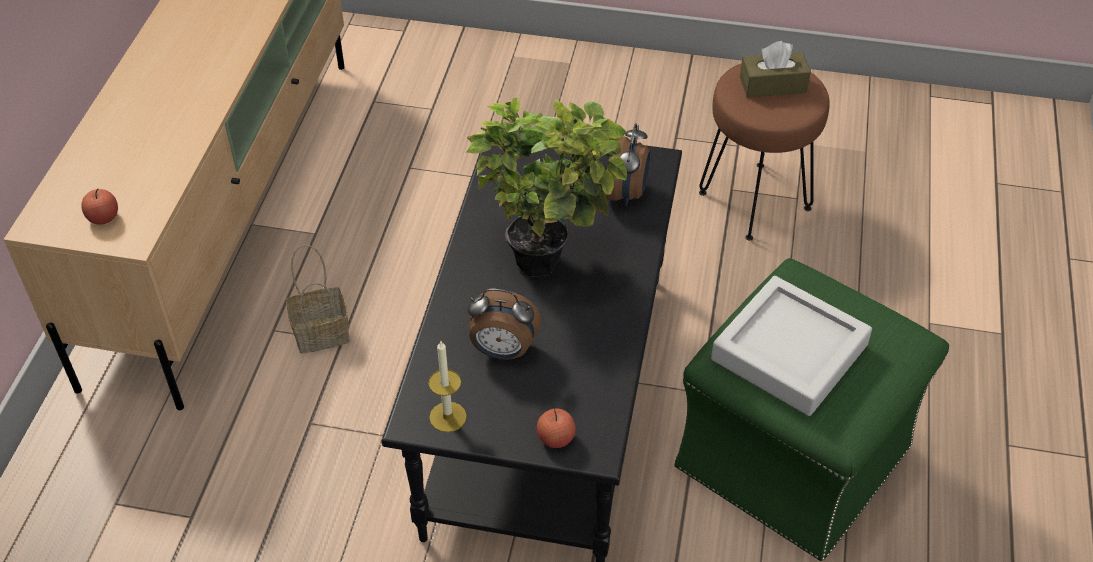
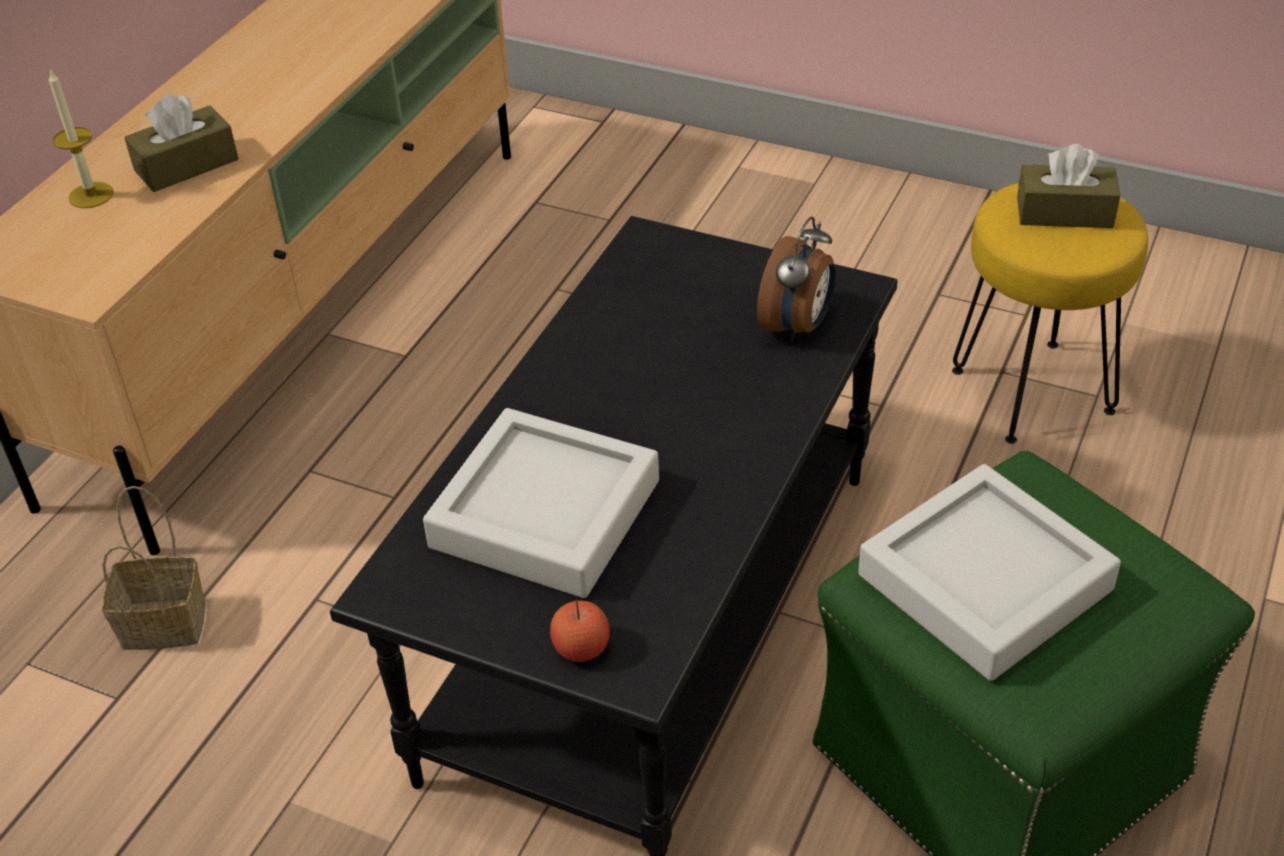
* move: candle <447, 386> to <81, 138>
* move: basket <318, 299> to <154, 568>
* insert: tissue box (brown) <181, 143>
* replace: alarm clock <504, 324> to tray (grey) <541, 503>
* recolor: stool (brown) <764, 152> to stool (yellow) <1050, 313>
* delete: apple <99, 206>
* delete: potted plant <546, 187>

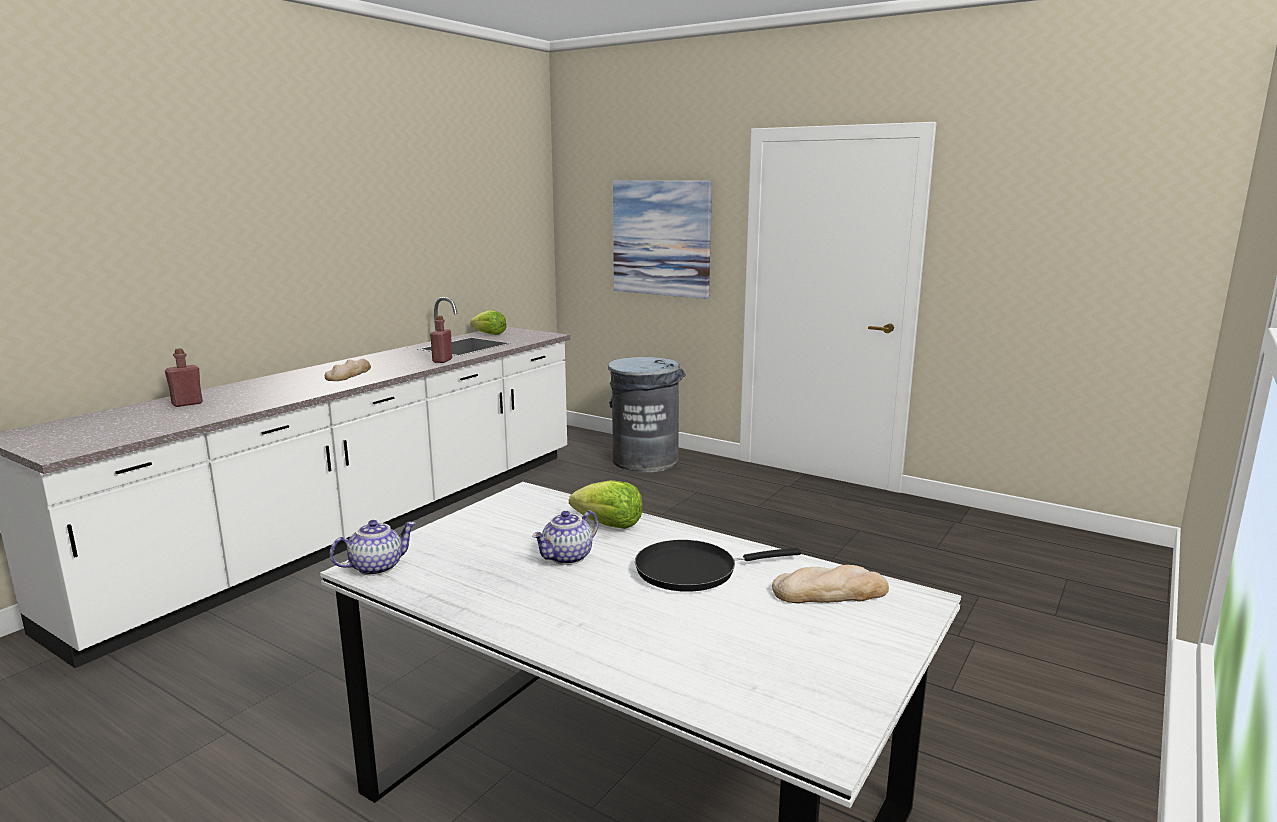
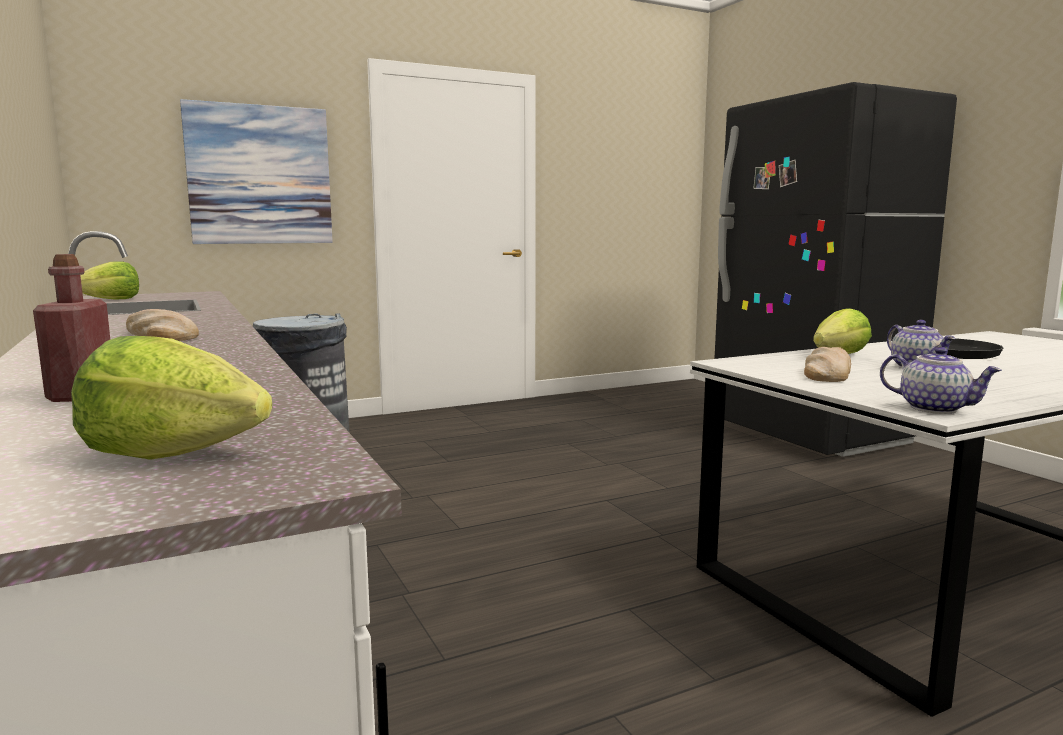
* insert: lettuce <171, 398>
* insert: fridge (black) <835, 269>
* move: bread <830, 584> to <827, 364>
* rotate: teapot <373, 548> = <941, 380> 135 degrees clockwise
* delete: bottle (red) <441, 339>

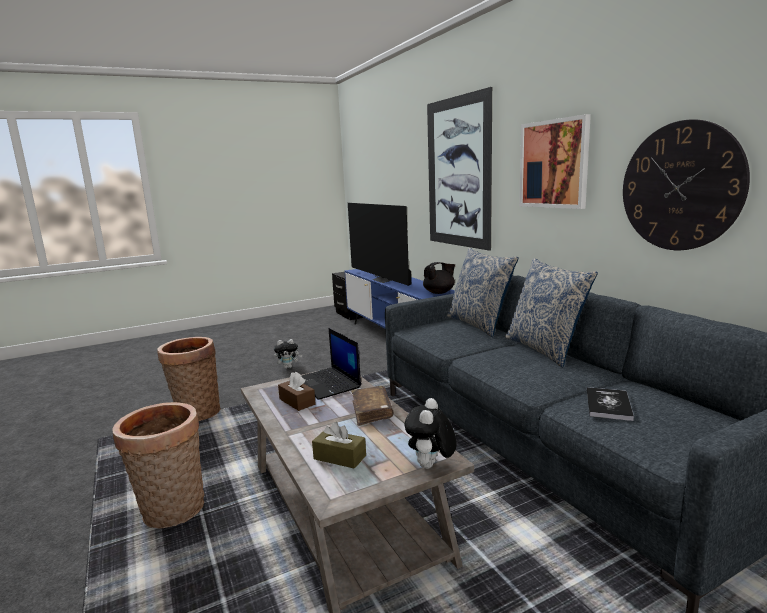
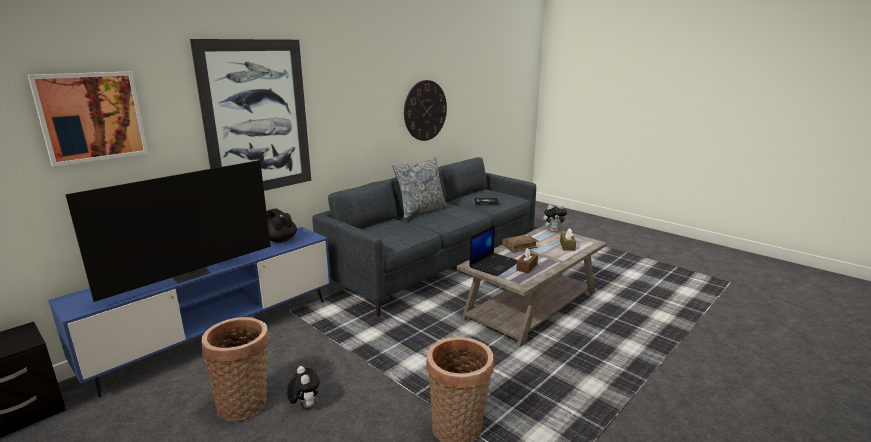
* move: picture <555, 161> to <88, 119>
* move: basket <159, 465> to <235, 369>
* delete: pillow <482, 292>

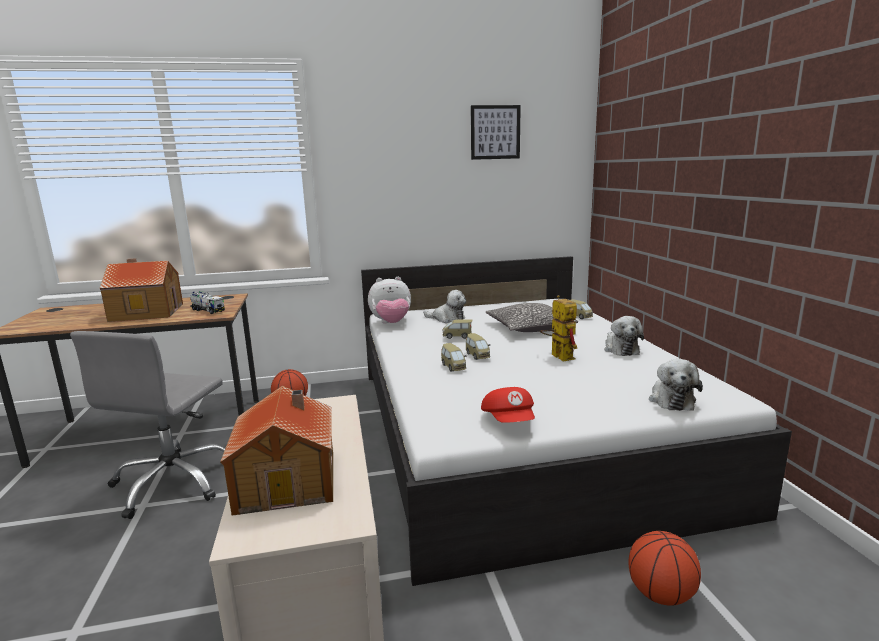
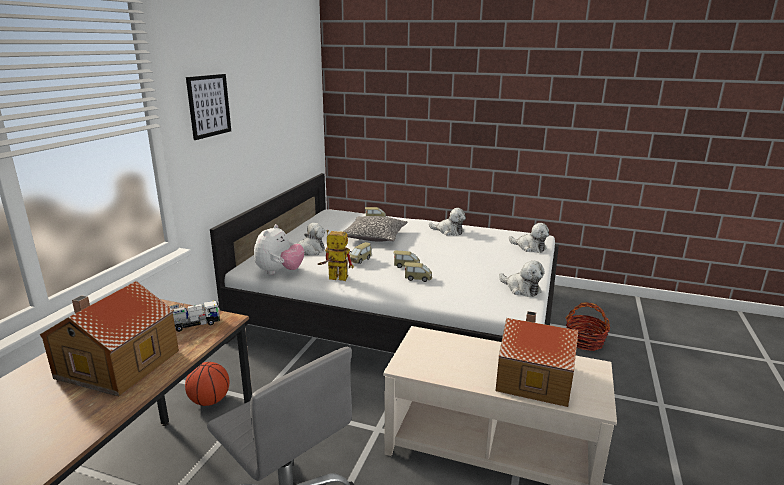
* move: picture <496, 132> to <208, 107>
* move: toy robot <558, 328> to <335, 255>
* replace: cap (red) <508, 405> to plush toy <522, 279>
* replace: basketball <665, 568> to basket <588, 326>

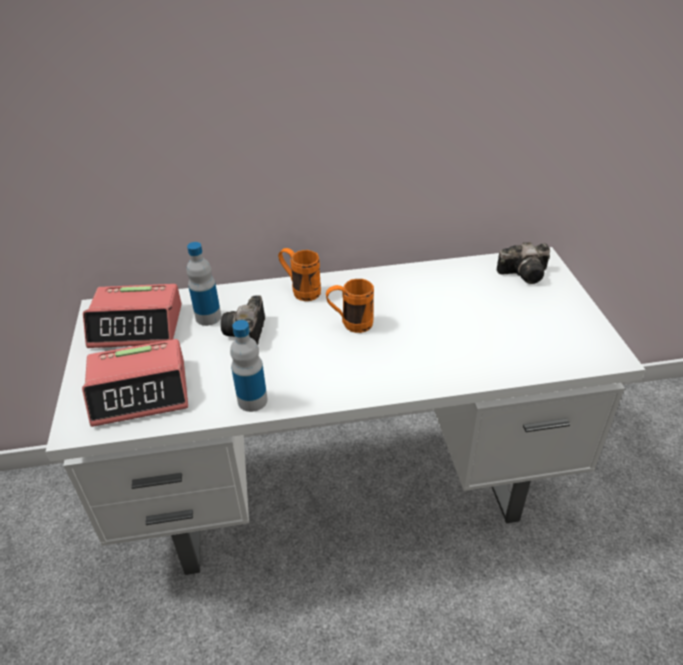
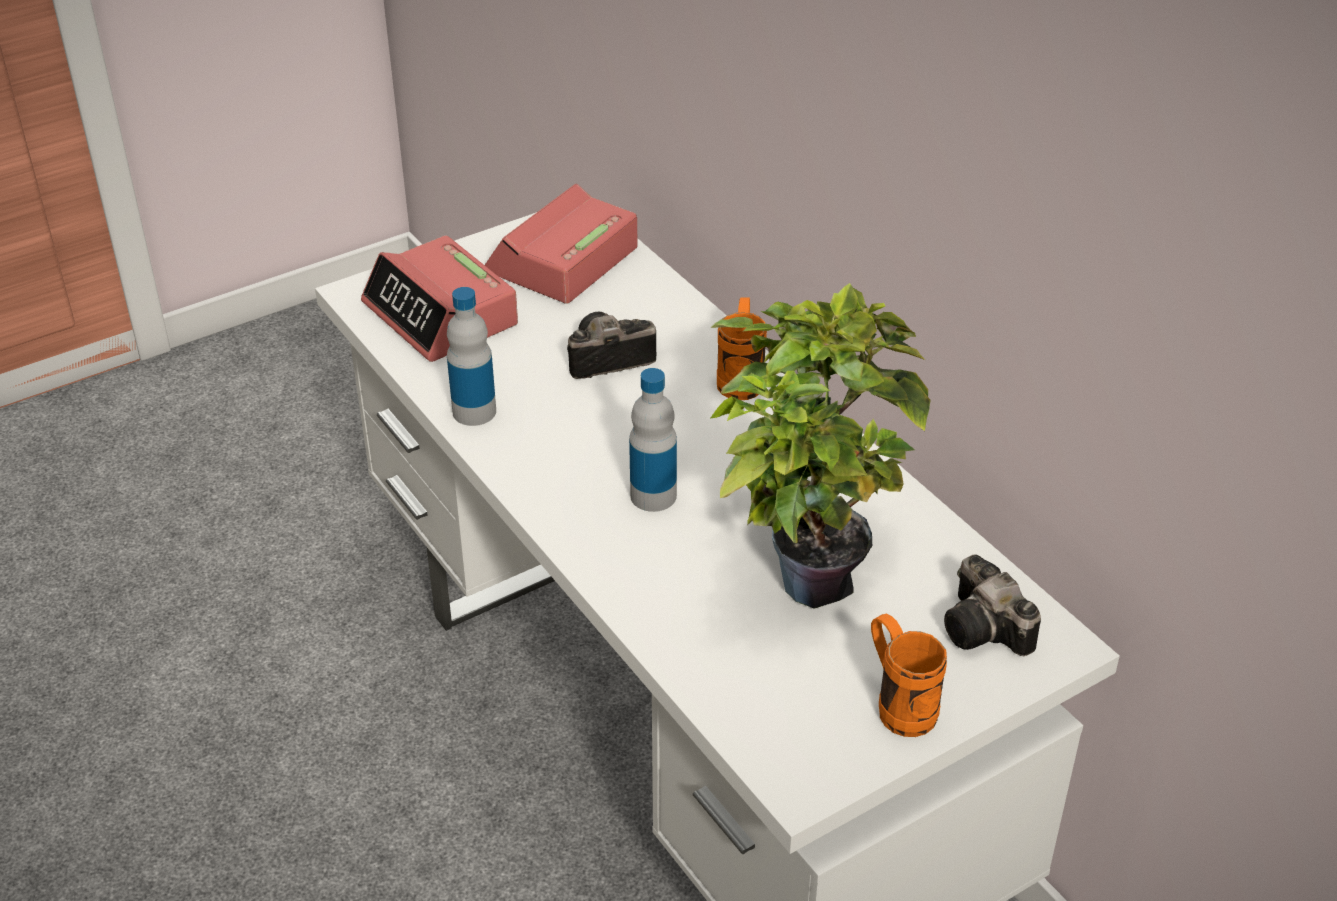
* rotate: alarm clock <132, 316> = <561, 243> 60 degrees clockwise
* move: bottle <204, 284> to <653, 440>
* insert: potted plant <820, 446>
* move: mug (orange) <350, 306> to <909, 675>

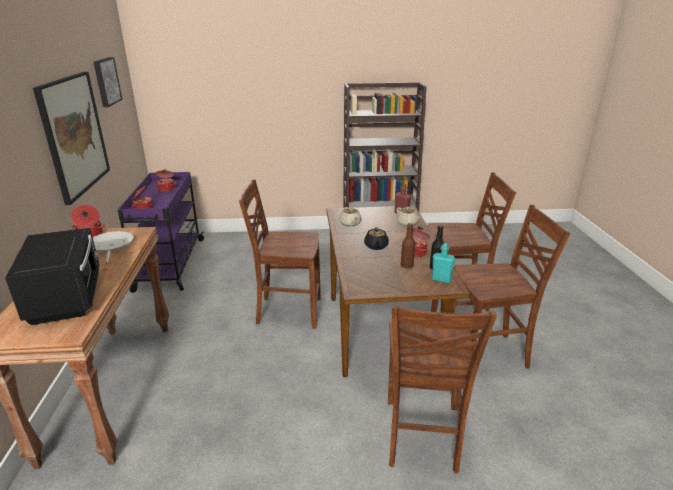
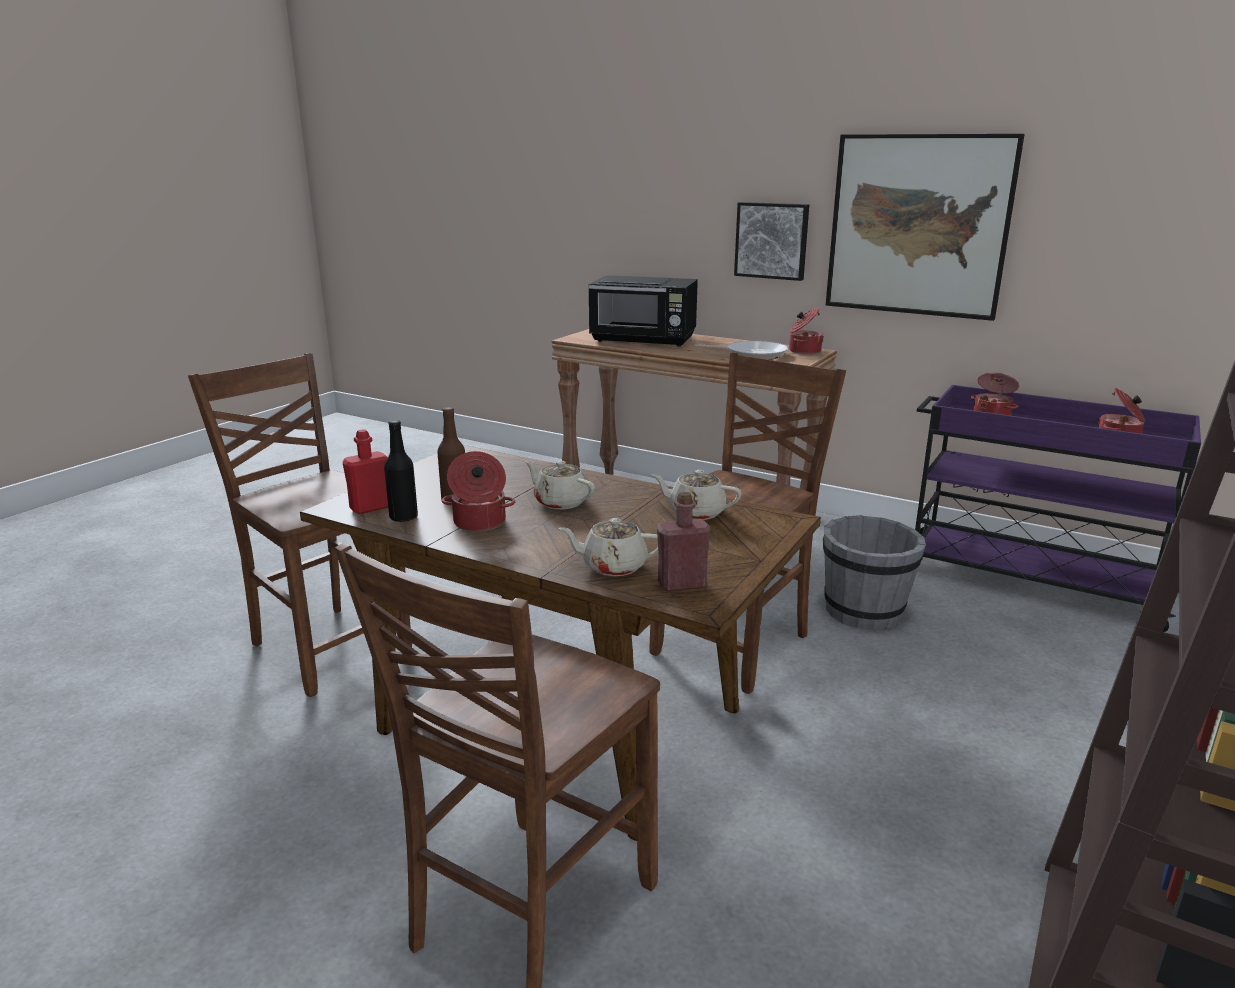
* recolor: bottle (turquoise) <443, 263> to bottle (red) <365, 471>
* recolor: teapot (black) <376, 238> to teapot (beige) <560, 485>
* move: picture <108, 82> to <771, 241>
* insert: bucket (grey) <874, 572>
* delete: chair (brown) <510, 286>

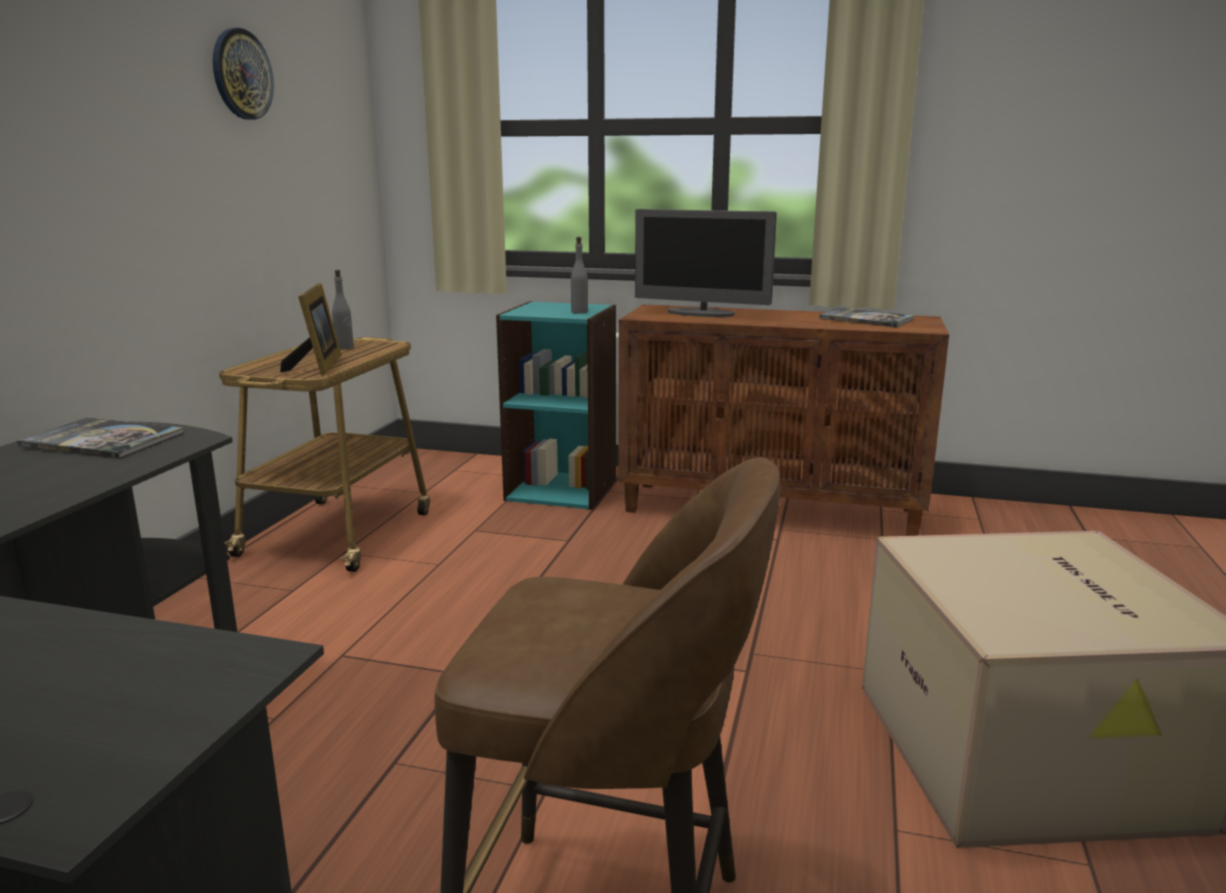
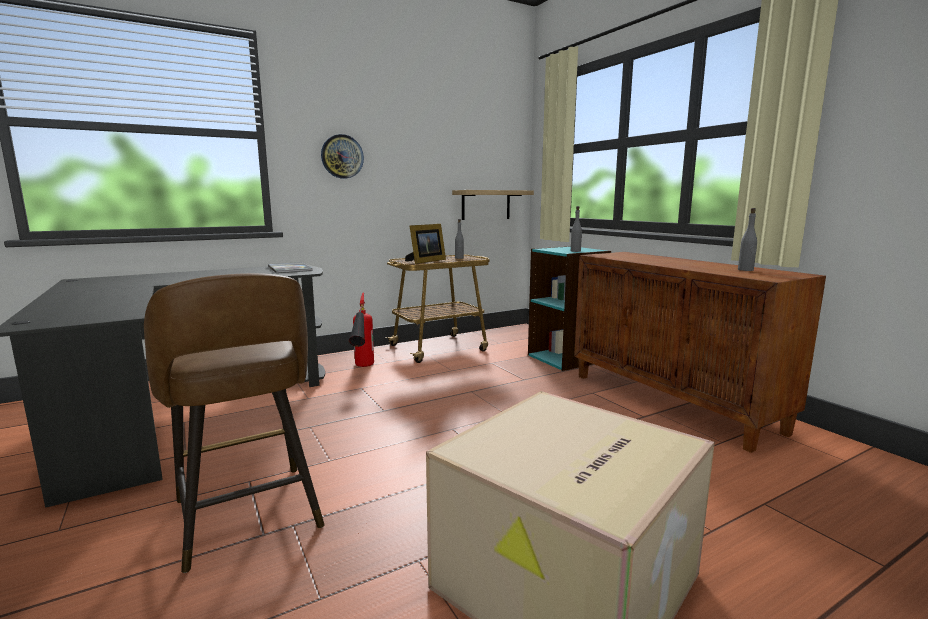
* move: wall clock <243, 74> to <342, 156>
* insert: fire extinguisher <361, 330>
* insert: shelf <493, 205>
* replace: book <867, 317> to bottle (grey) <747, 239>
* delete: monitor <706, 263>

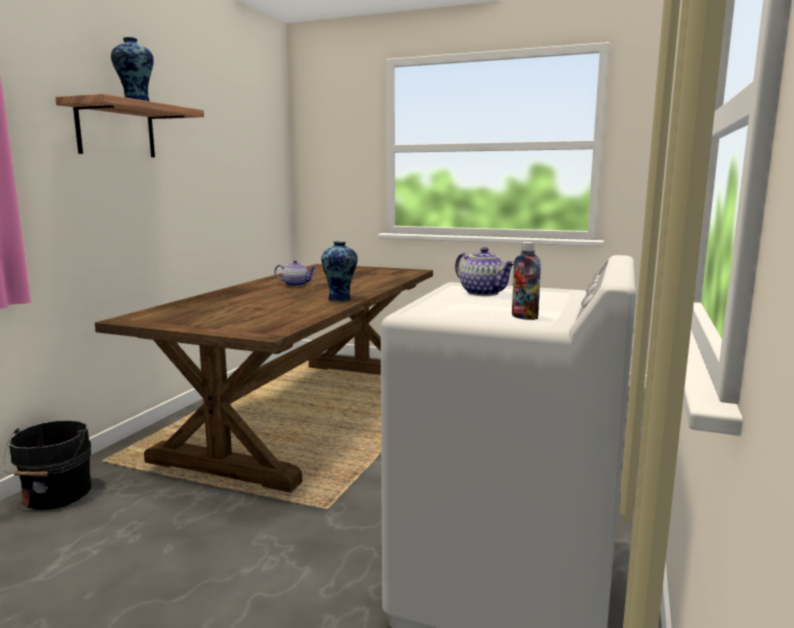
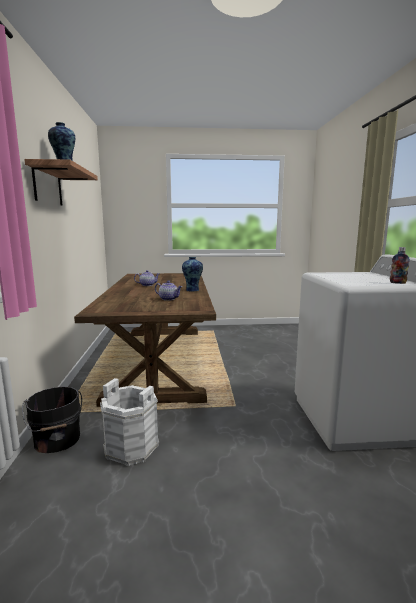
* insert: bucket (white) <129, 422>
* move: teapot <484, 271> to <168, 290>

